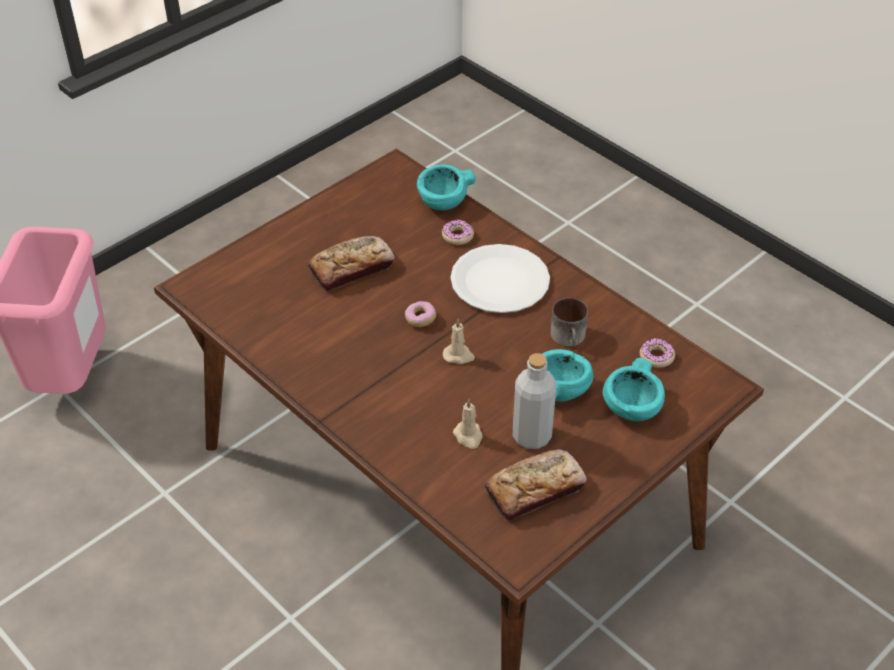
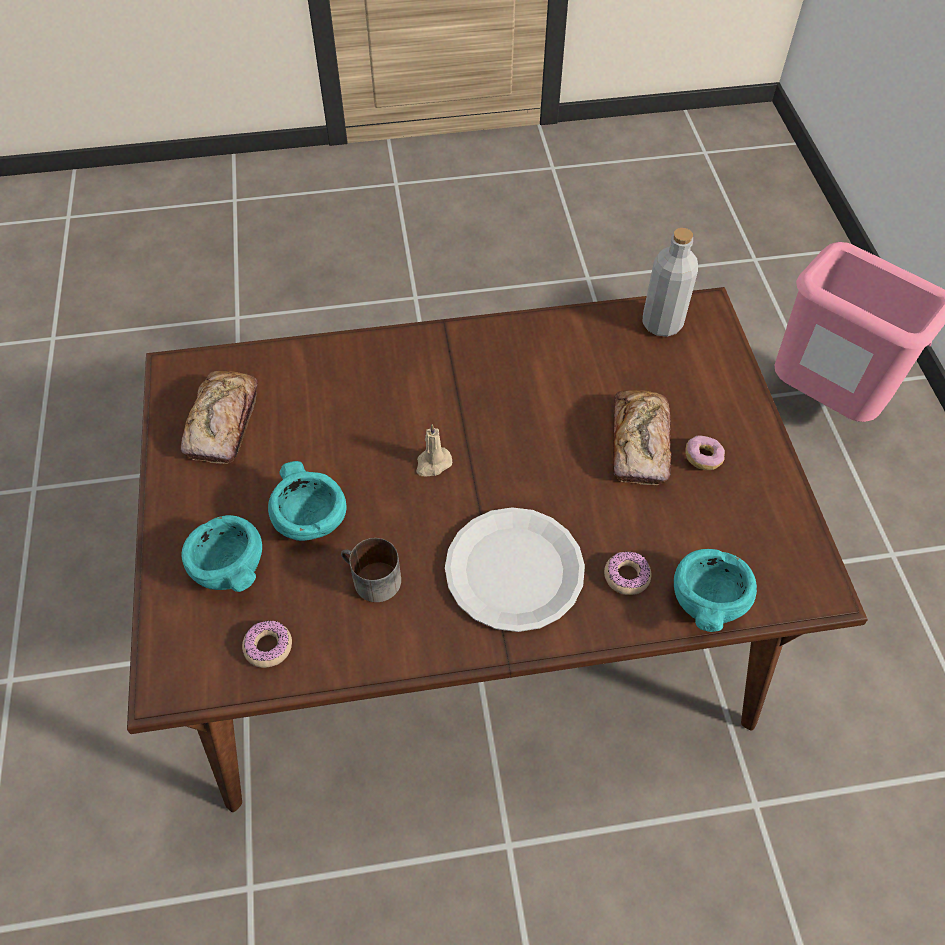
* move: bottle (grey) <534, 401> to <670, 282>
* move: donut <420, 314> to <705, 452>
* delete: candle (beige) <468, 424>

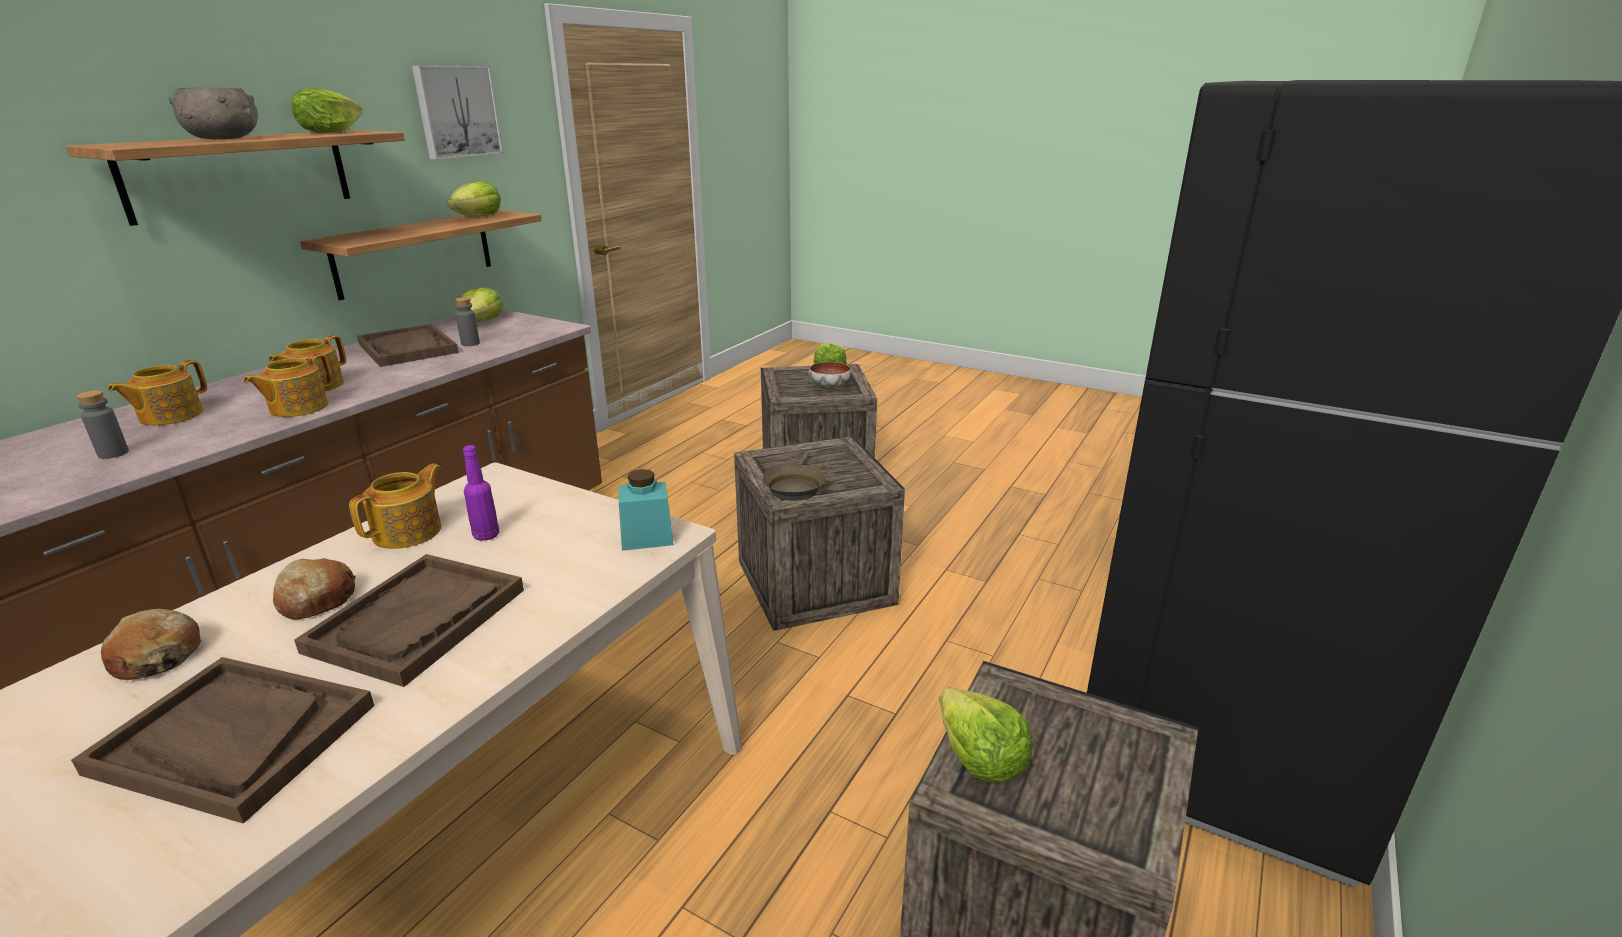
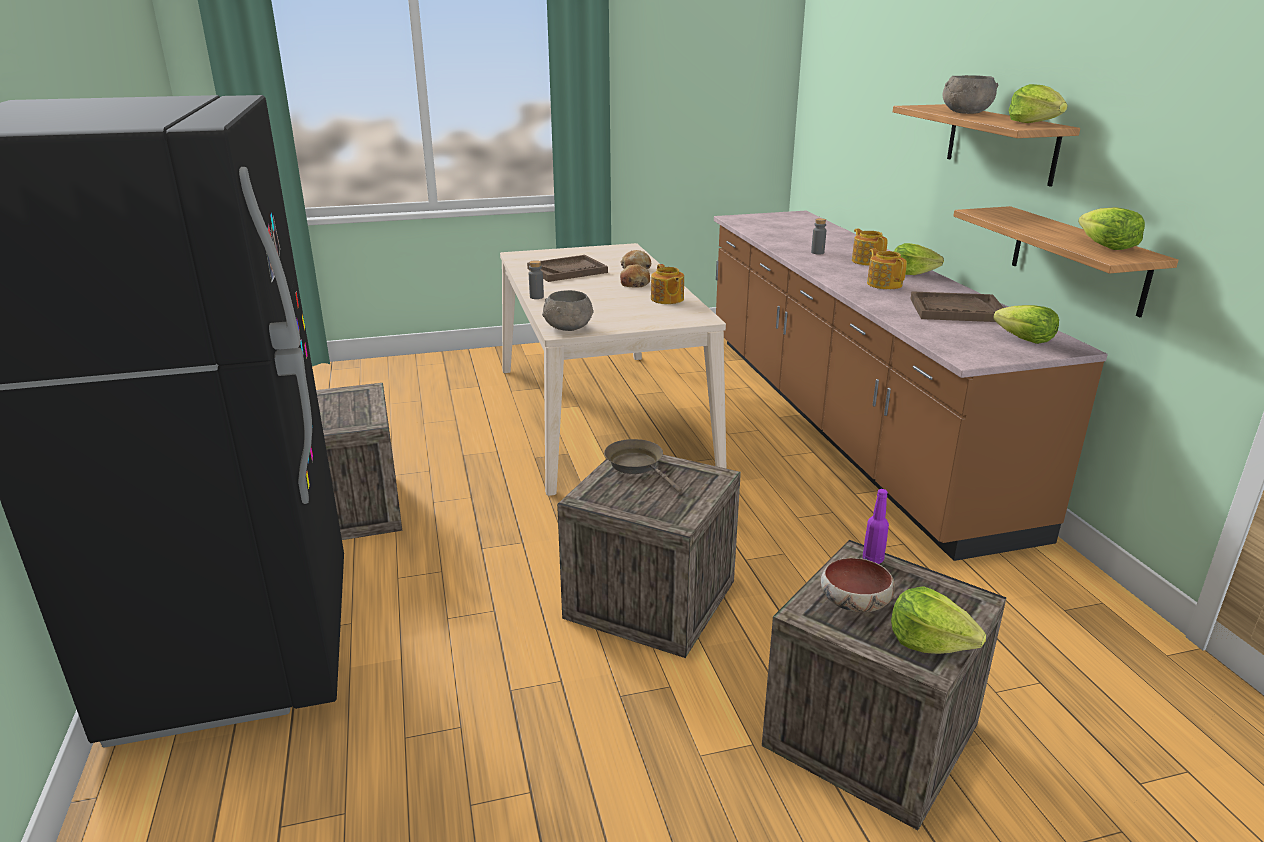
* move: bottle (grey) <467, 321> to <536, 279>
* replace: jar (turquoise) <646, 510> to bowl (grey) <568, 310>
* move: bottle (purple) <481, 493> to <876, 526>
* move: lettuce <986, 735> to <919, 259>
* delete: teapot <288, 385>
* delete: tray (brown) <409, 620>
* delete: picture <457, 112>

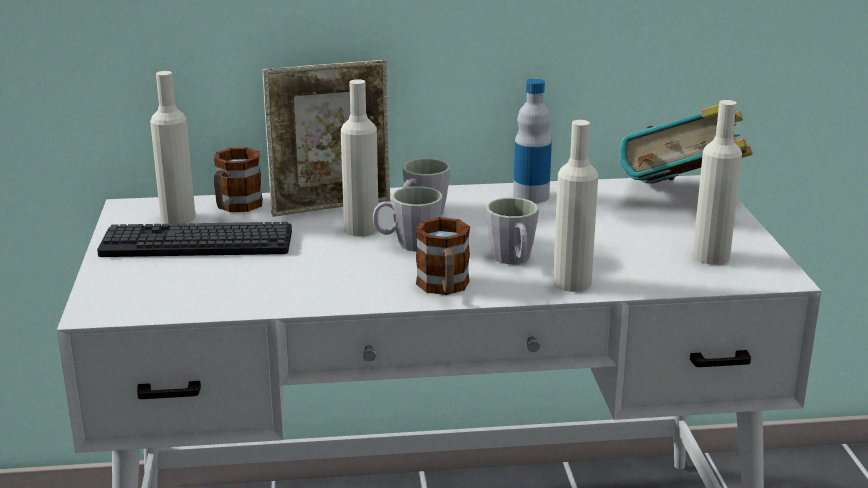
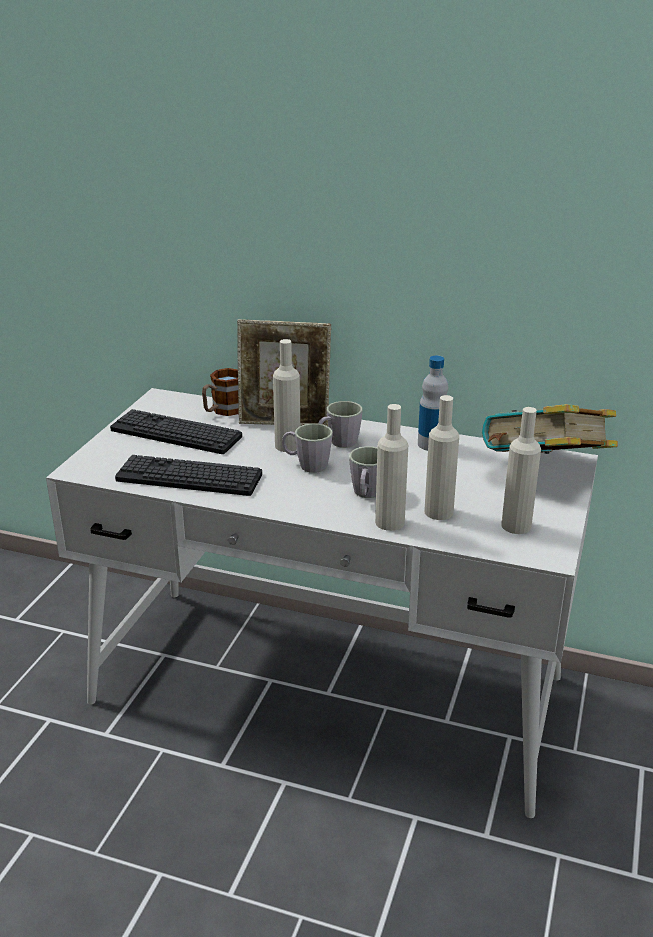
* insert: keyboard <188, 475>
* move: bottle (beige) <173, 148> to <441, 457>
* delete: mug <443, 256>

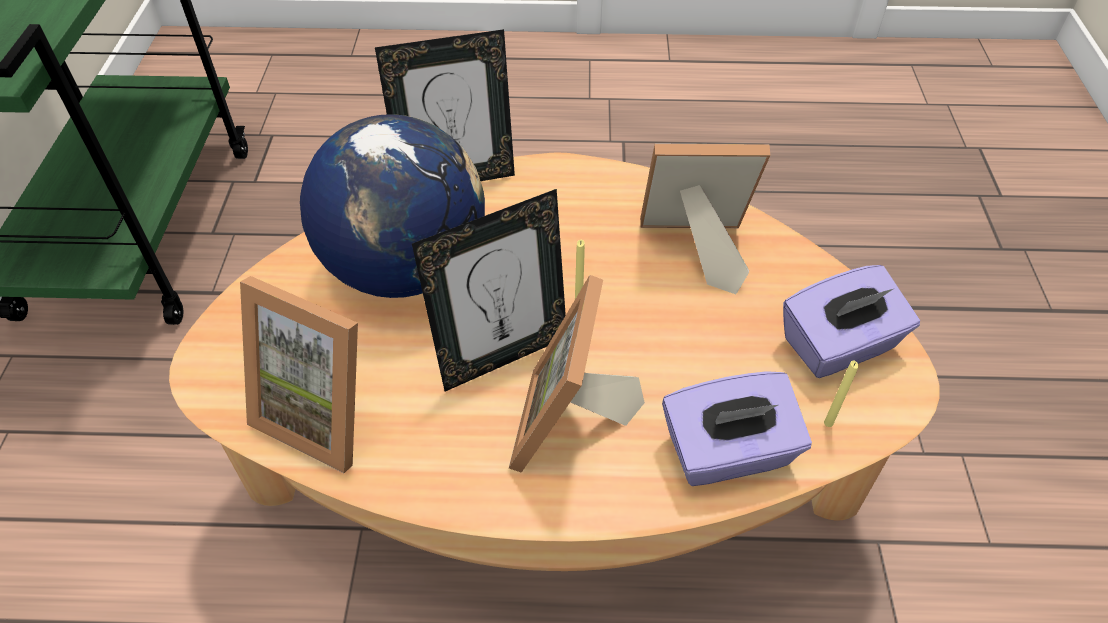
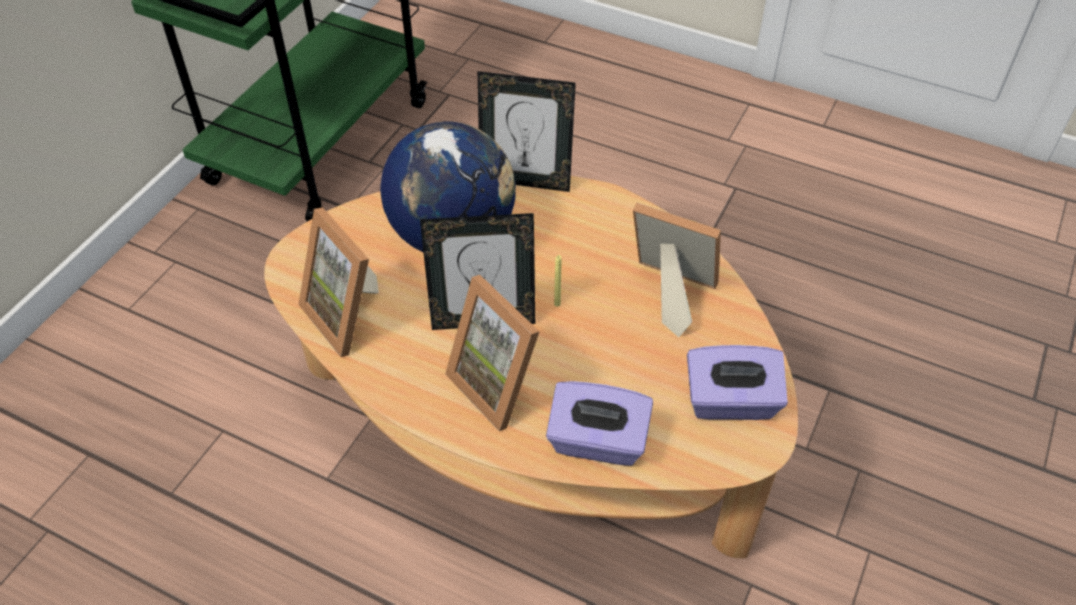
* rotate: picture frame <577, 374> = <492, 353> 75 degrees counterclockwise
* delete: candle (yellow) <841, 393>

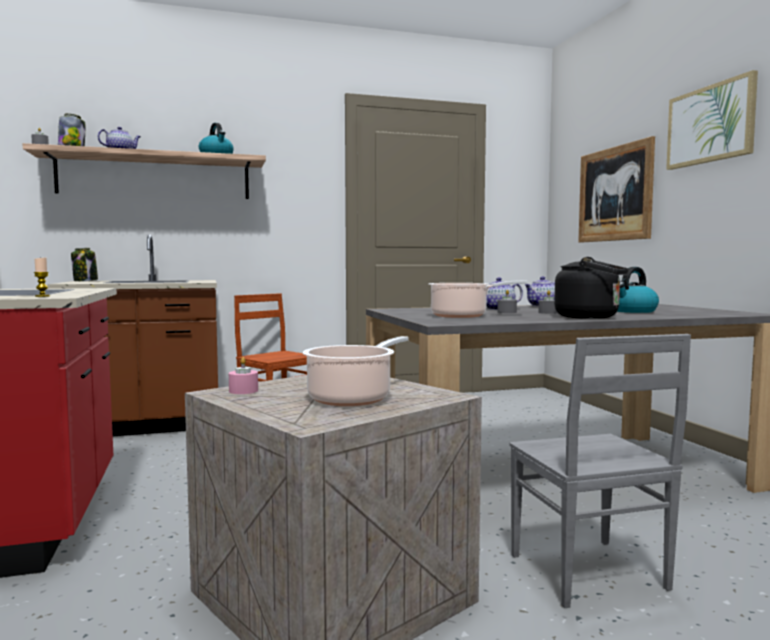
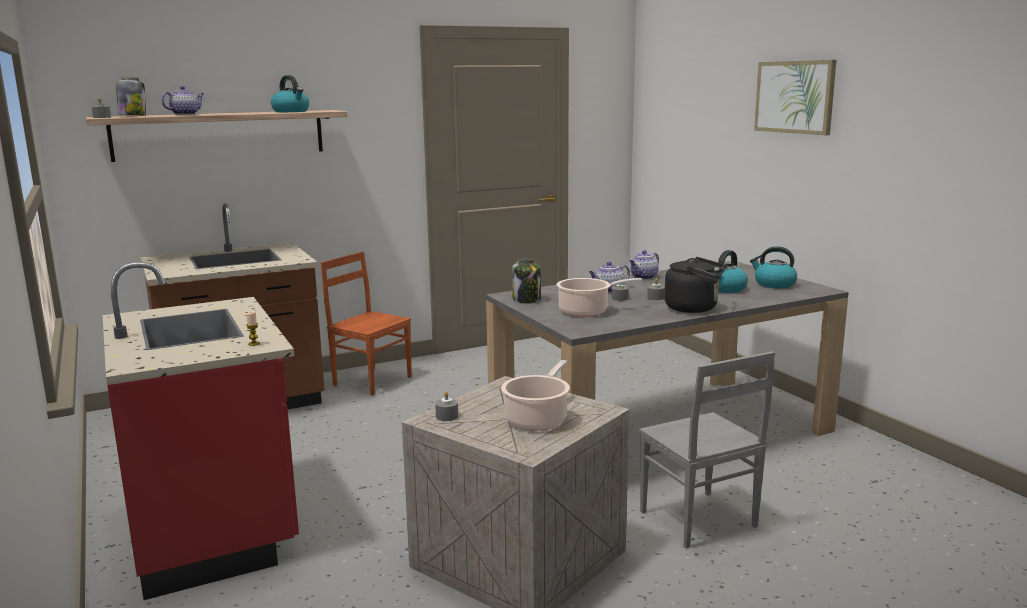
* recolor: candle (pink) <243, 375> to candle (grey) <446, 406>
* move: jar <84, 264> to <526, 281>
* insert: kettle <773, 267>
* delete: picture <616, 189>

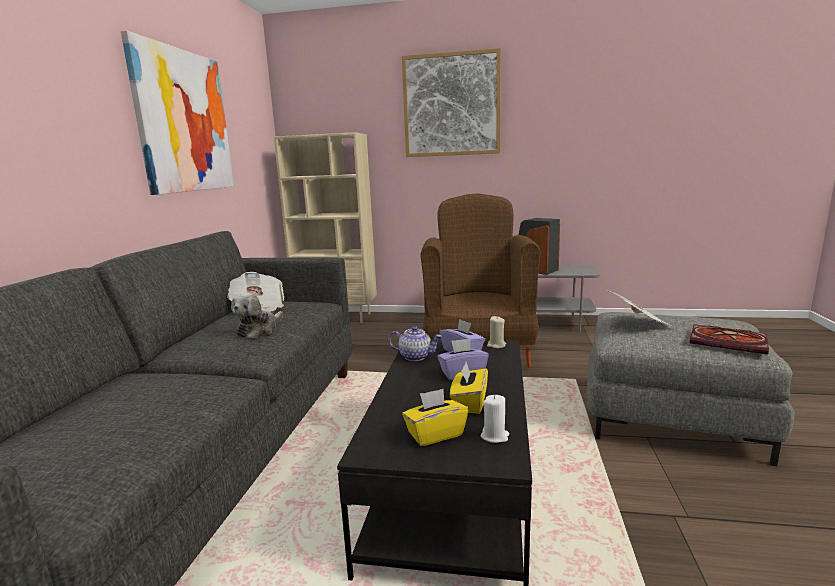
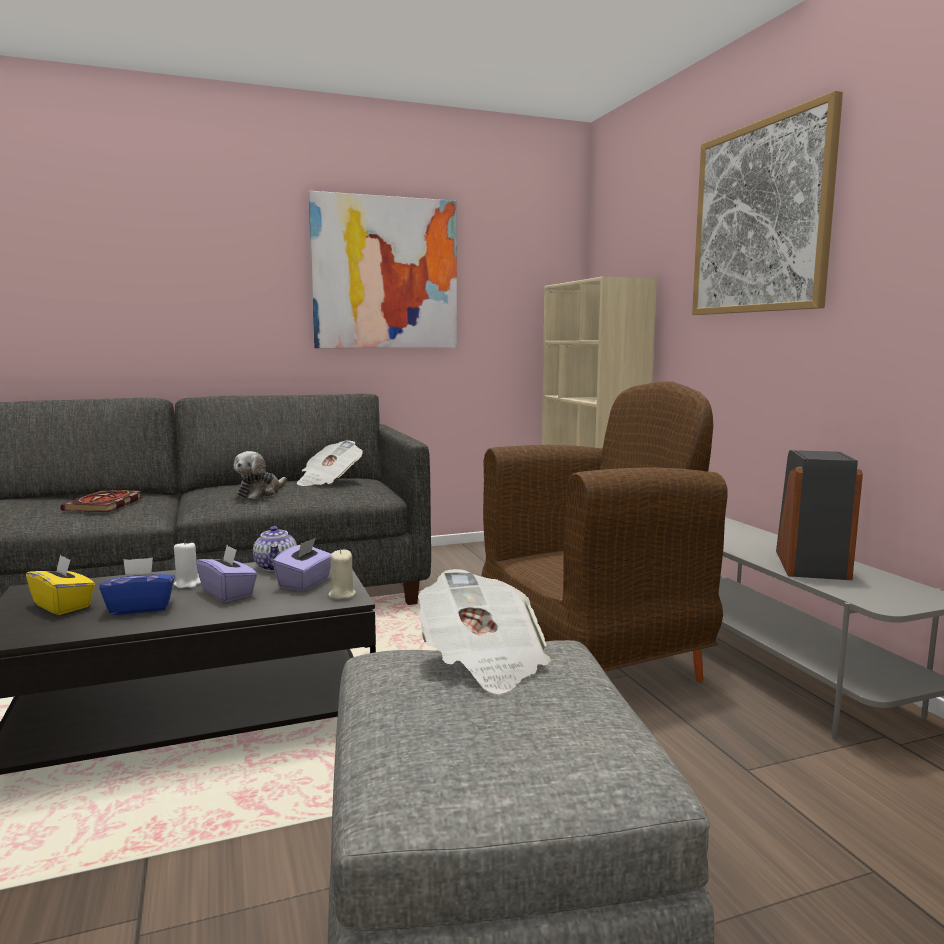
* move: book <729, 339> to <101, 501>
* recolor: tissue box (yellow) <469, 388> to tissue box (blue) <137, 586>
* move: candle (white) <495, 419> to <187, 564>
* rotate: plush toy <257, 316> = <260, 475> 60 degrees counterclockwise

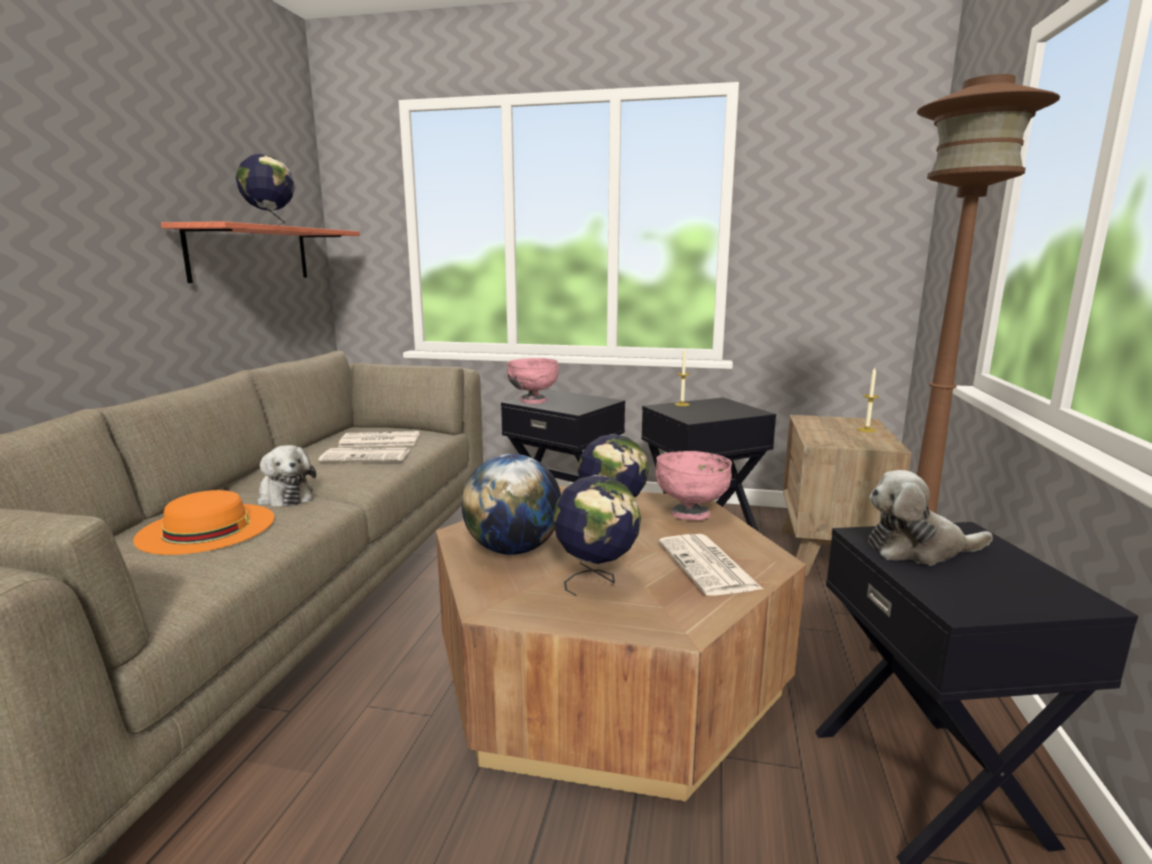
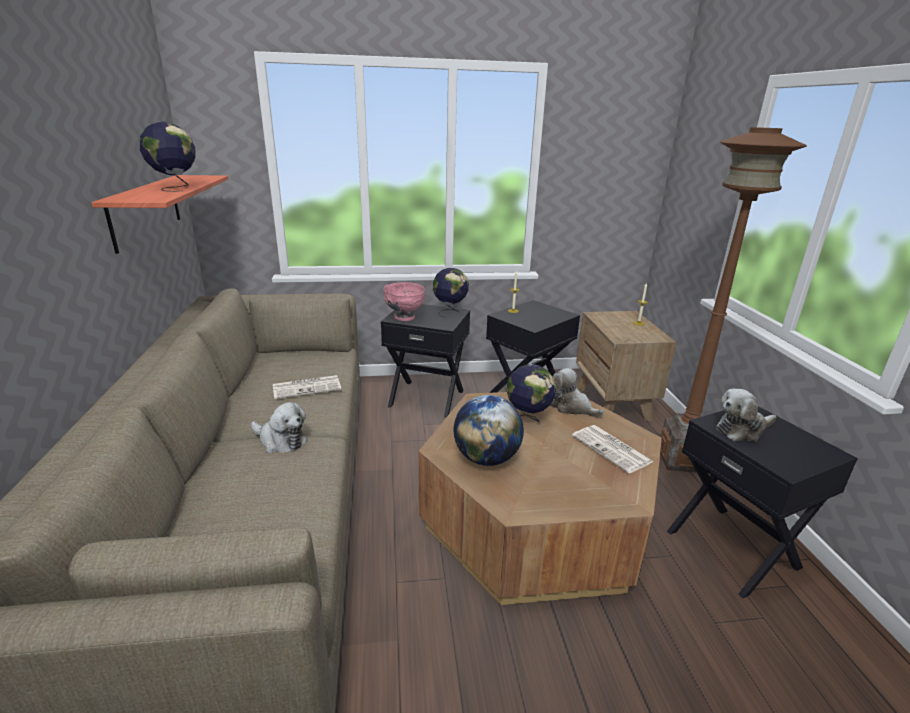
* move: globe <597, 535> to <451, 293>
* replace: bowl (pink) <694, 485> to plush toy <577, 392>
* delete: hat (orange) <204, 522>
* delete: newspaper <378, 439>

